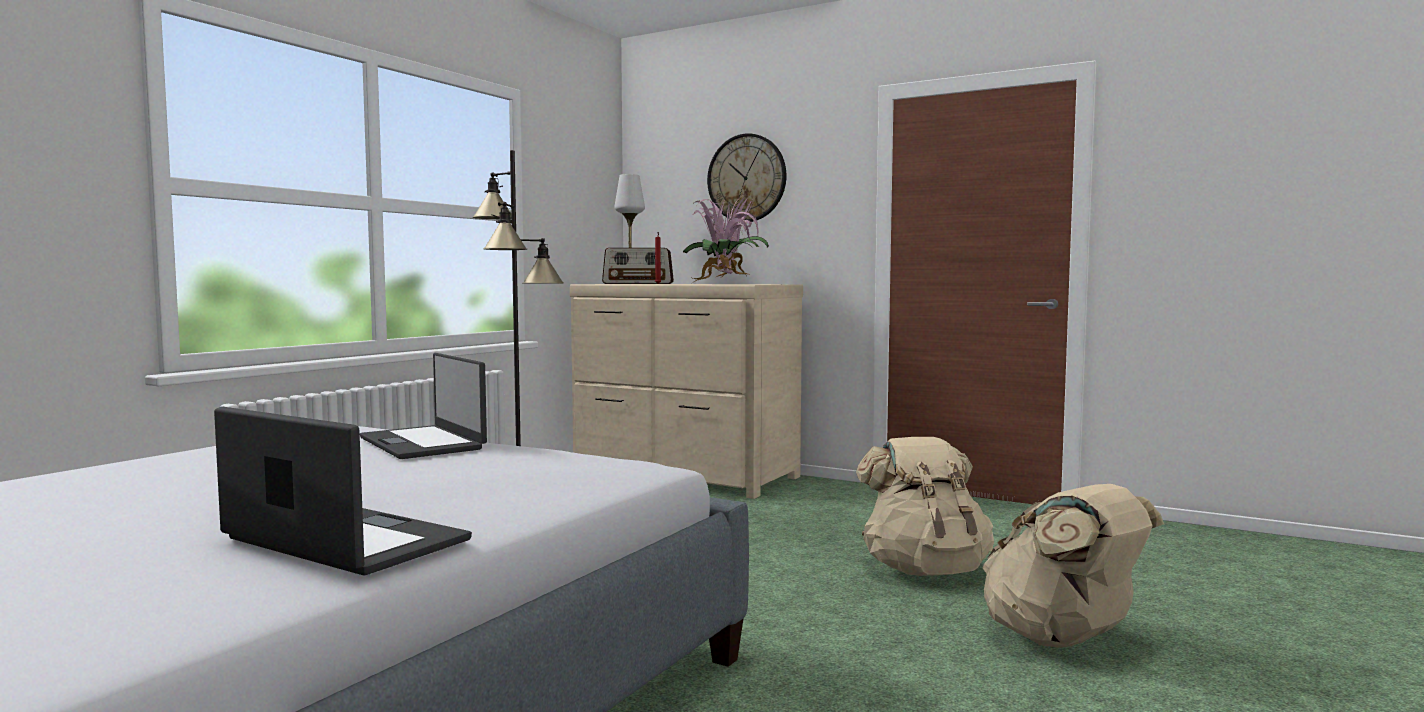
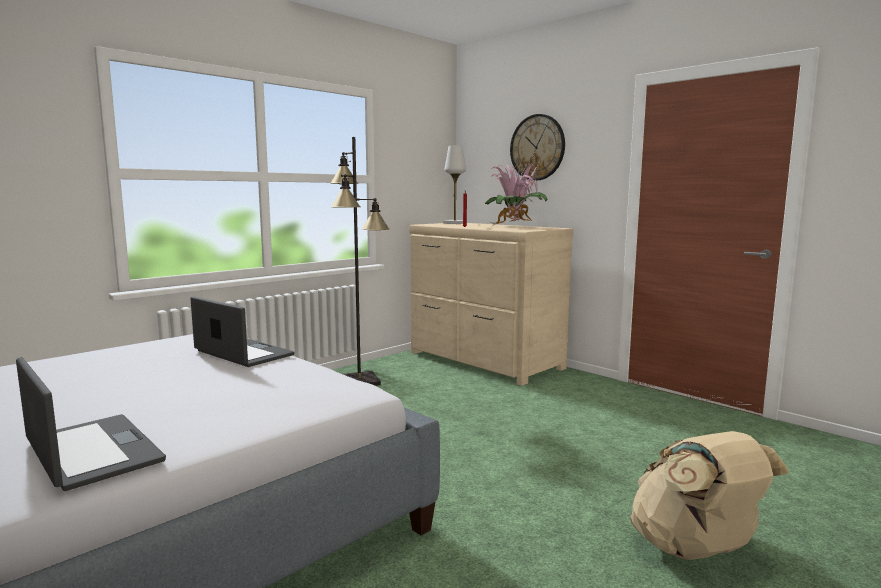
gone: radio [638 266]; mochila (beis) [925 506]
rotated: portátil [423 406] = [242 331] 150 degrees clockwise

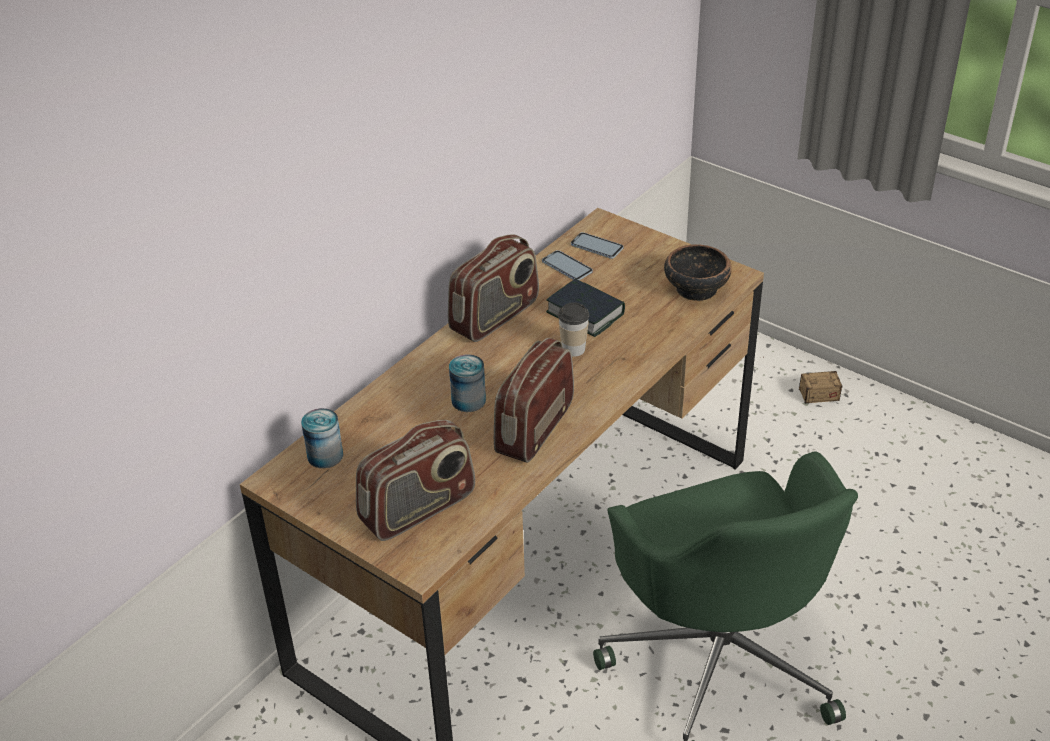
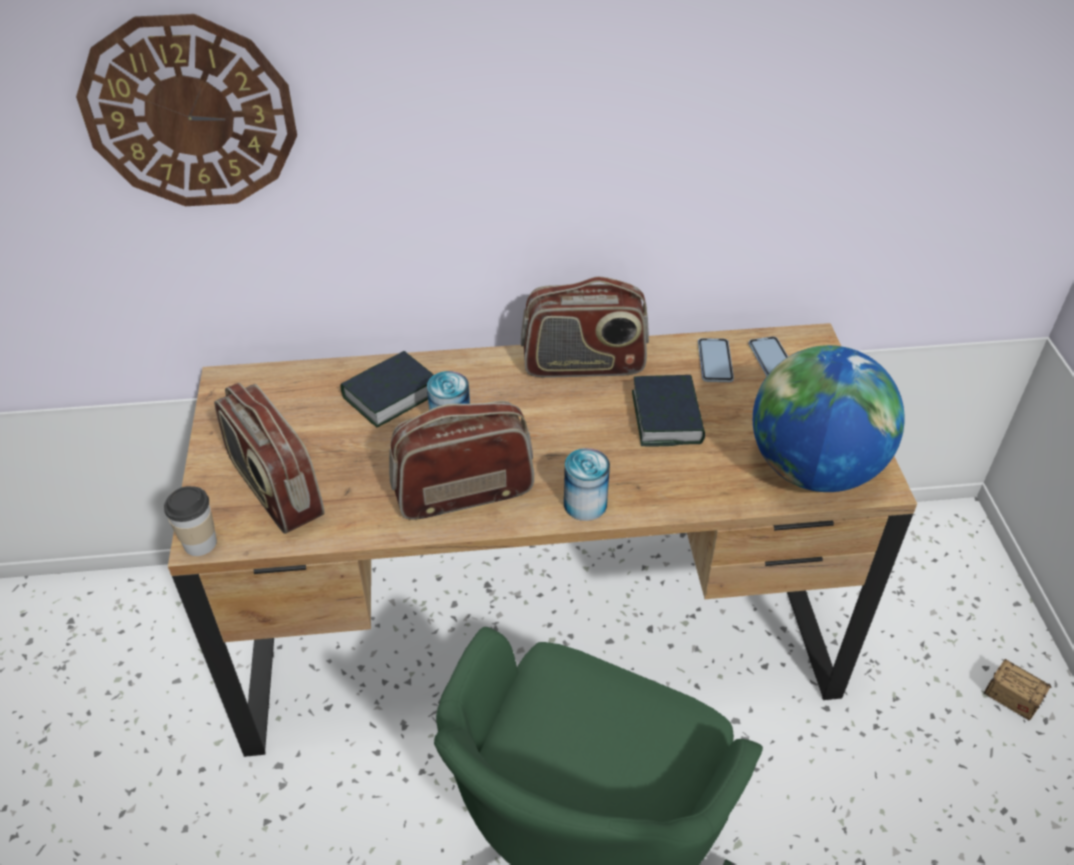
new: reloj de pared [186 110]; libro [387 389]
shifted: lata [322 438] to [587 484]; taza [573 329] to [190 521]
swapped: cuenco [698 272] to globo terráqueo [829 418]
rotated: radio [415 480] = [269 458] 45 degrees clockwise

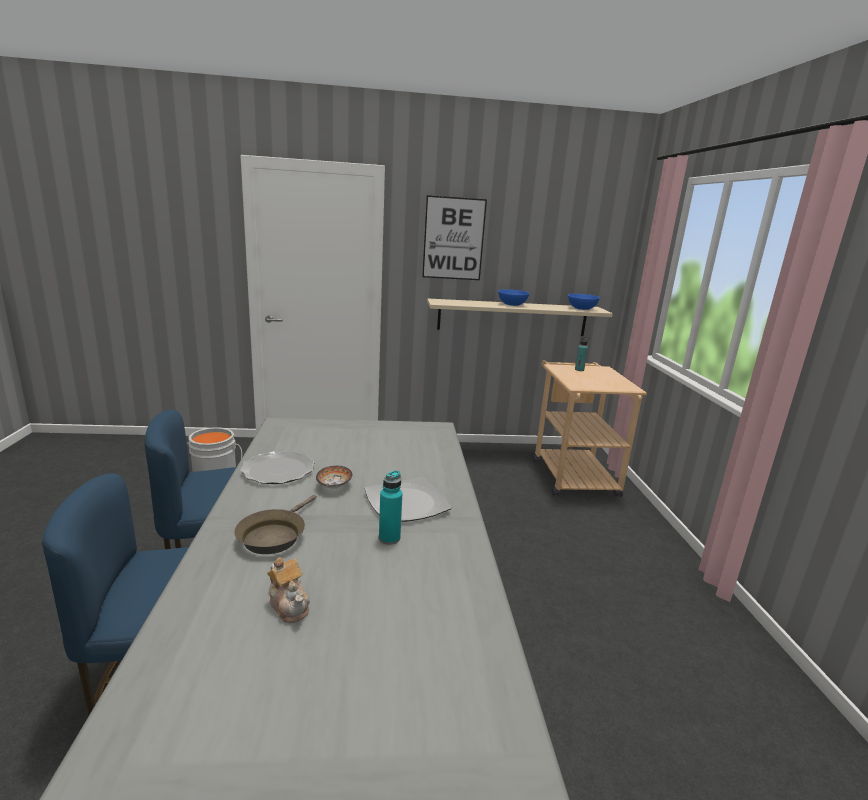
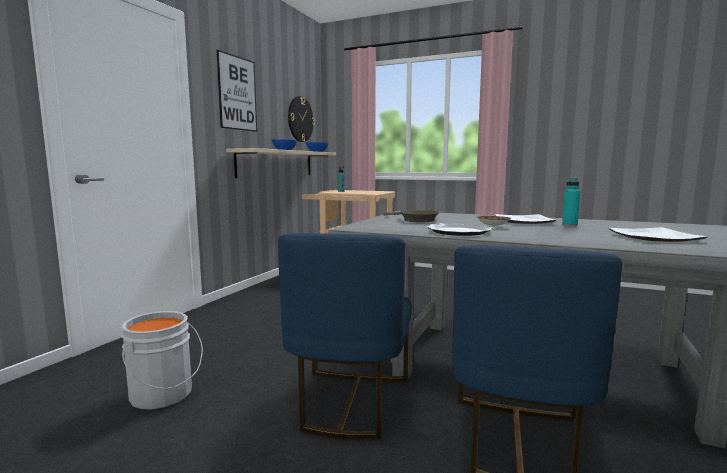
new: reloj de pared [301 119]
shifted: sartén (marrón) [275 524] to [411 216]
swapped: tetera [288 590] to plato [658 234]

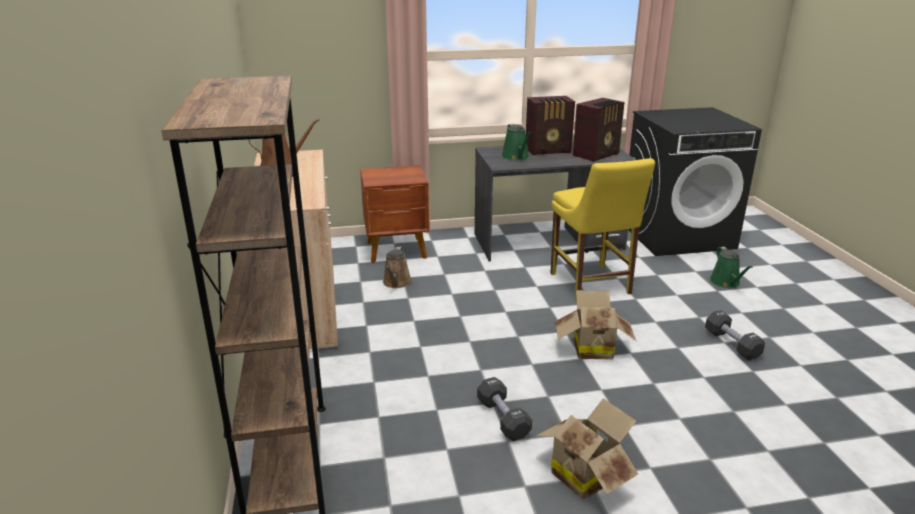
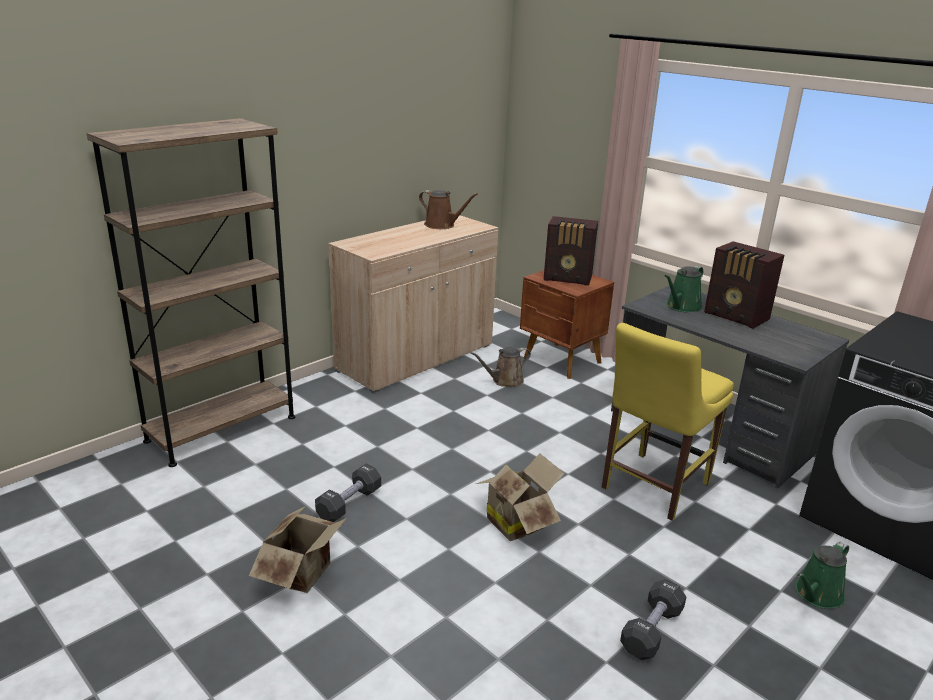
shifted: radio [599 130] to [571 251]

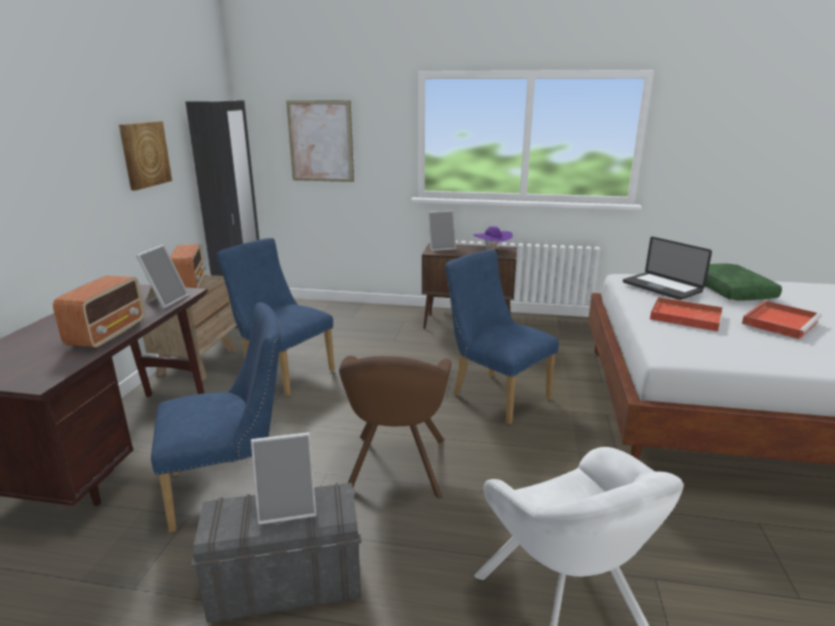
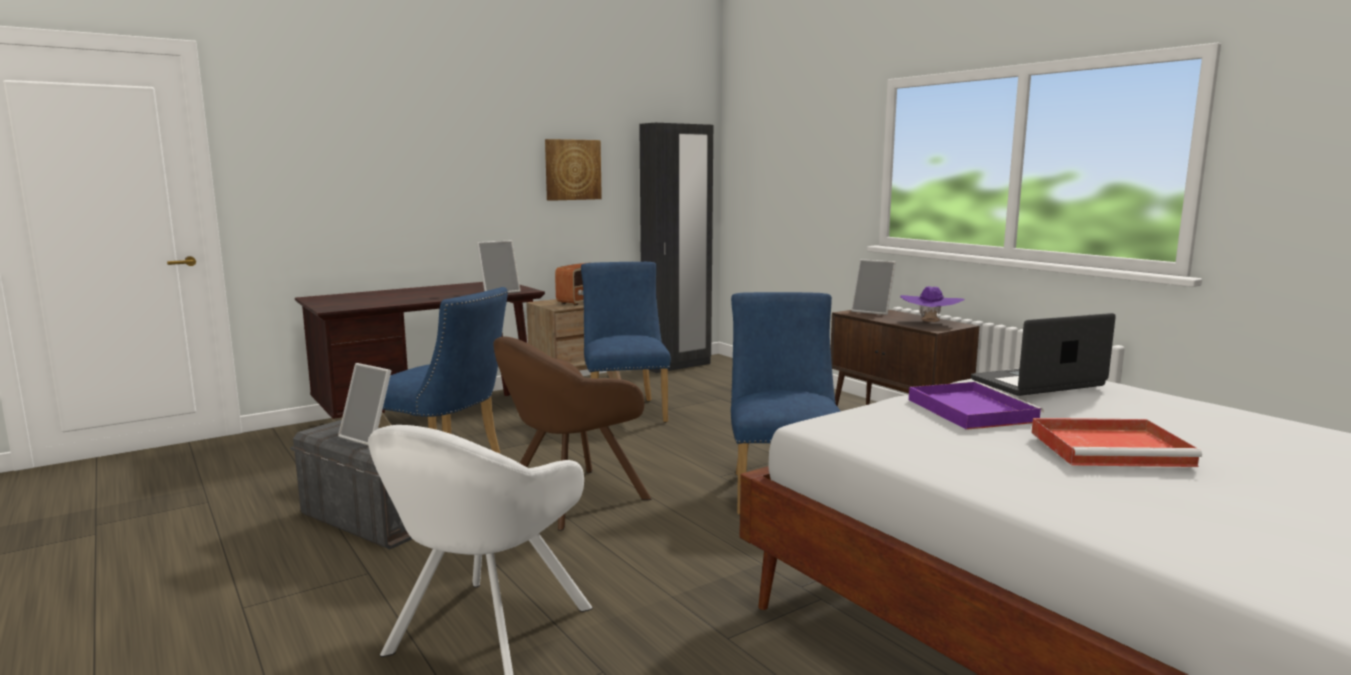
gone: radio [99 312]; cuadro [320 141]; cojín (verde) [743 282]
repainted: bandeja (rojo) [686 314] to bandeja (morado) [976 405]
rotated: portátil [667 268] = [1043 354] 60 degrees clockwise

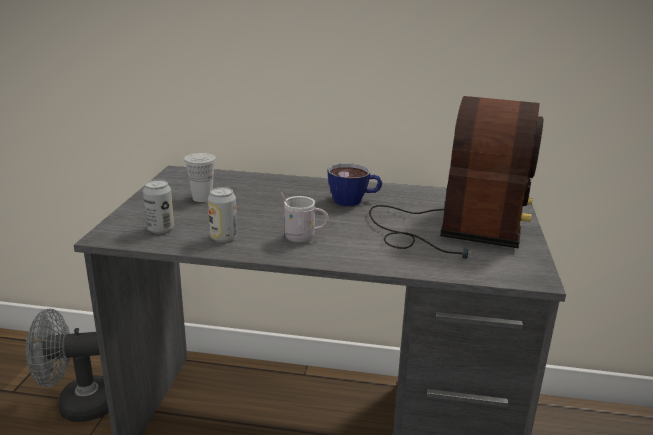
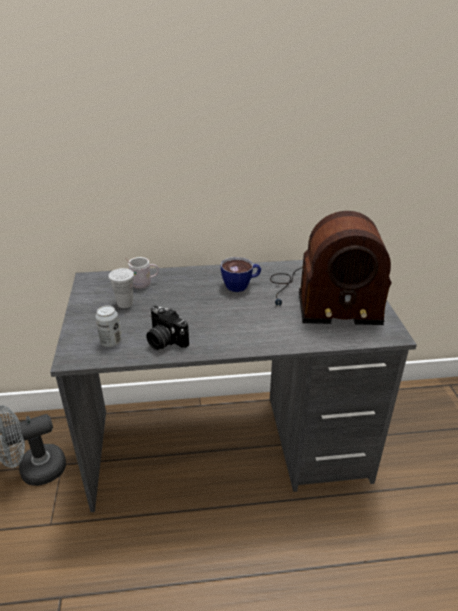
shifted: taza grande (blanco) [305 217] to [142 273]
swapped: lata [222 214] to cámara [167 327]
rotated: radio [456 177] = [331 268] 90 degrees clockwise

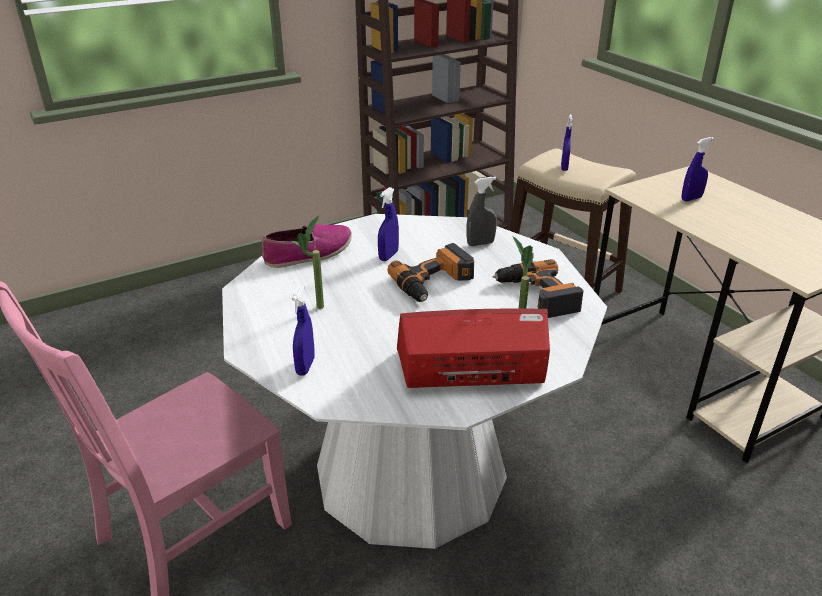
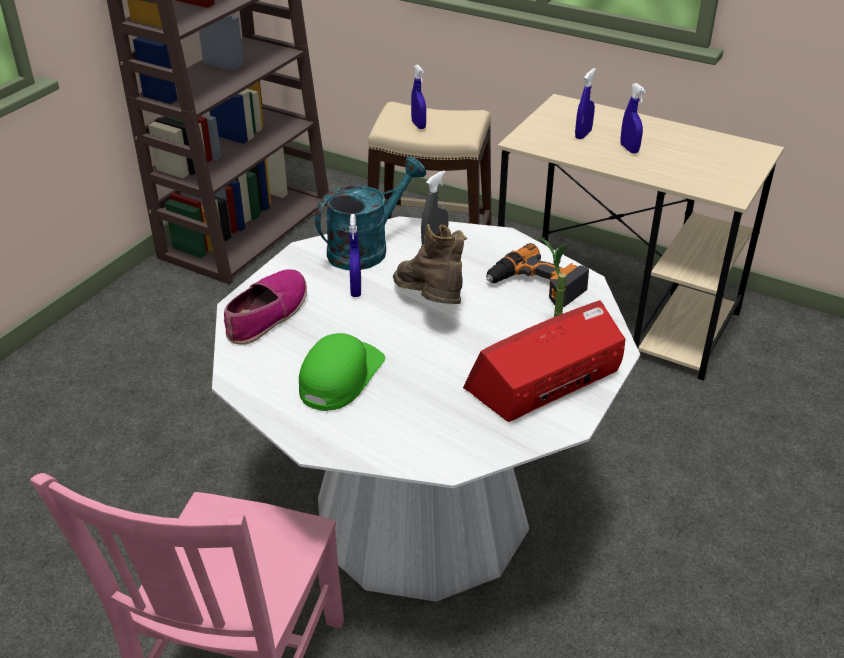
new: regadera (turquesa) [370 213]
shifted: pulverizador (azul) [303 331] to [633 118]
swapped: planta en maceta [308 262] to gorra (verde) [342 372]; taladro [430 272] to bota (marrón) [430 264]

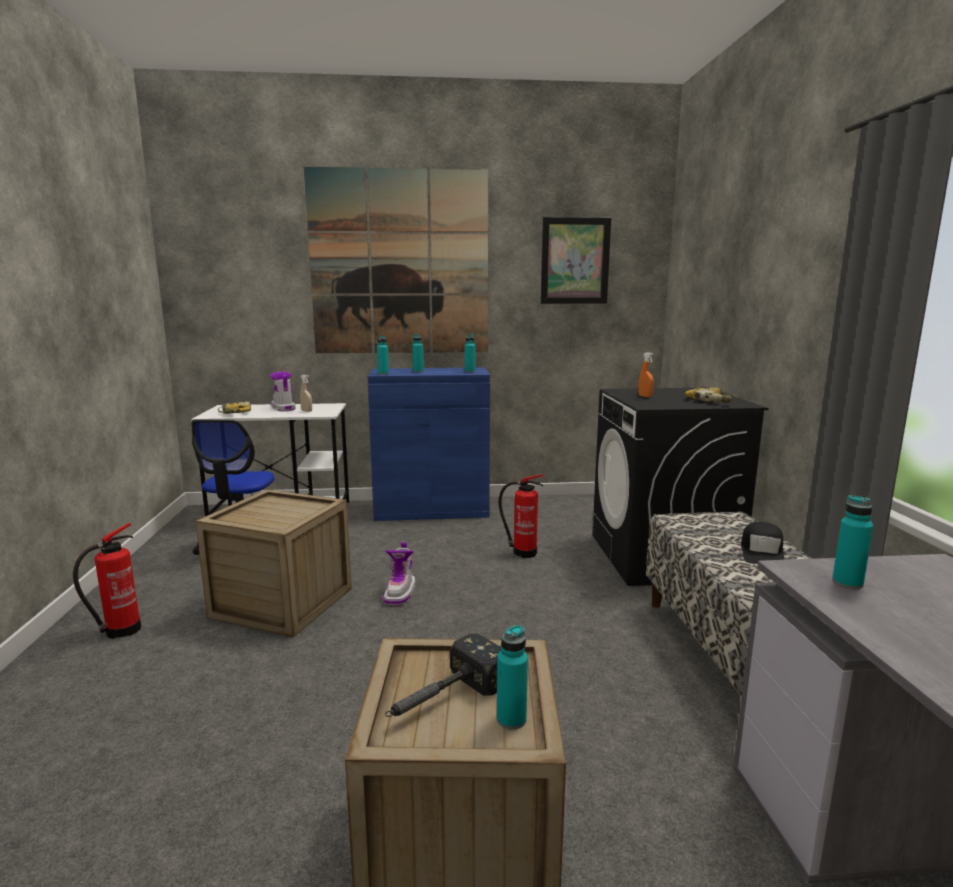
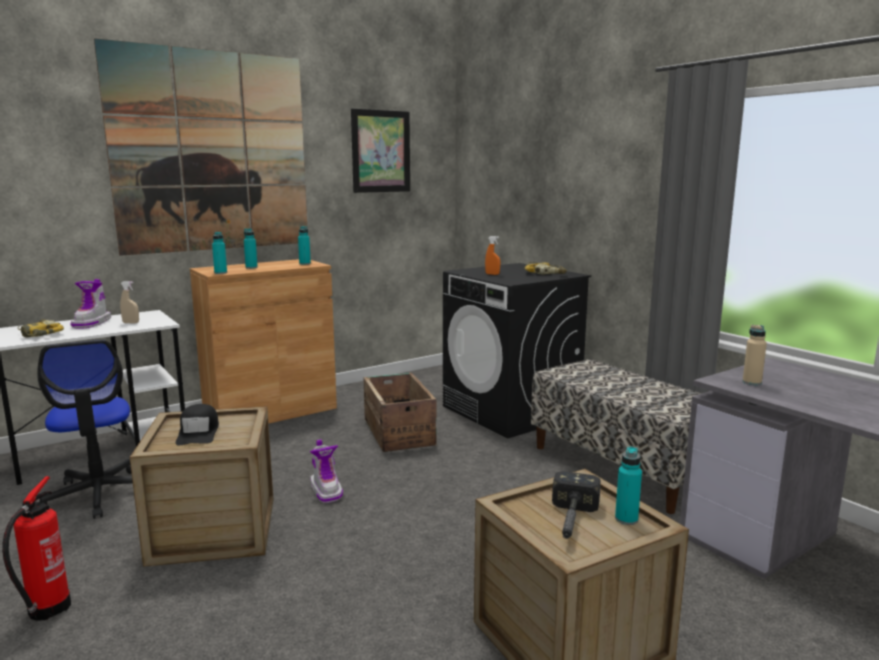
shifted: gorra (negro) [763 543] to [197 425]
swapped: extintor [520 516] to caja de embalaje [400 412]
repainted: armario (azul) [428 444] to armario (marrón) [263 341]; botella (turquesa) [853 542] to botella (beis) [754 355]
rotated: bota [282 391] = [90 303] 120 degrees counterclockwise

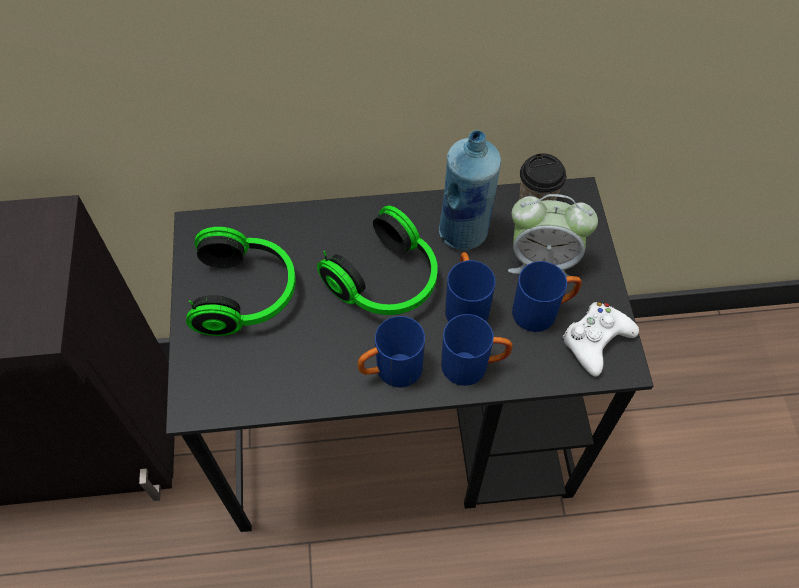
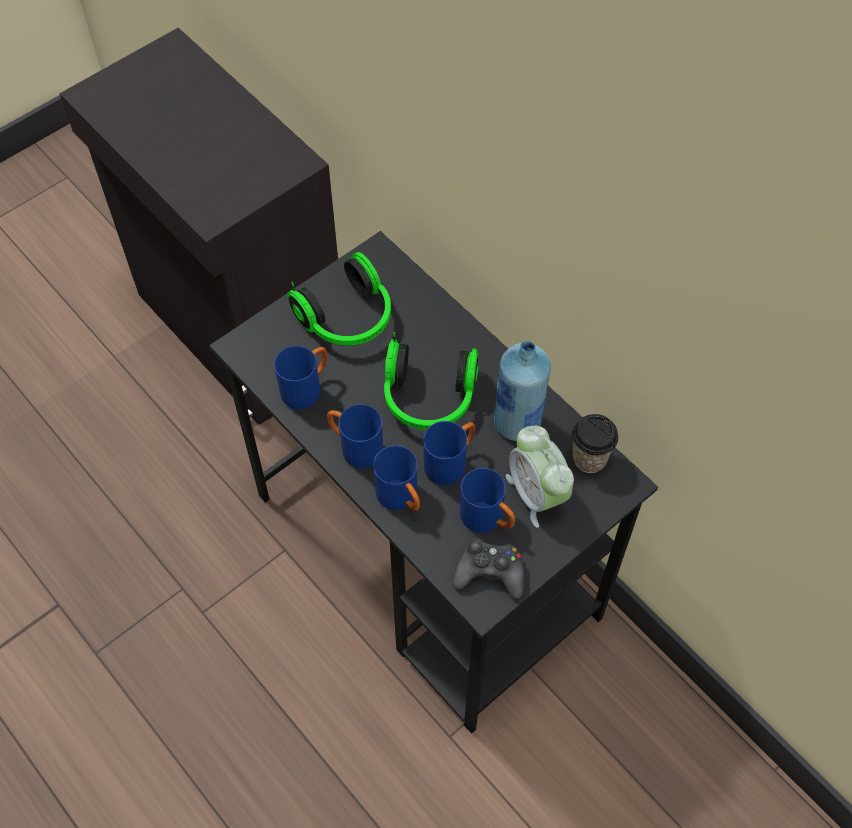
new: taza grande (azul) [300 377]
repainted: mando de consola (blanco) [600 339] to mando de consola (negro) [488 569]

